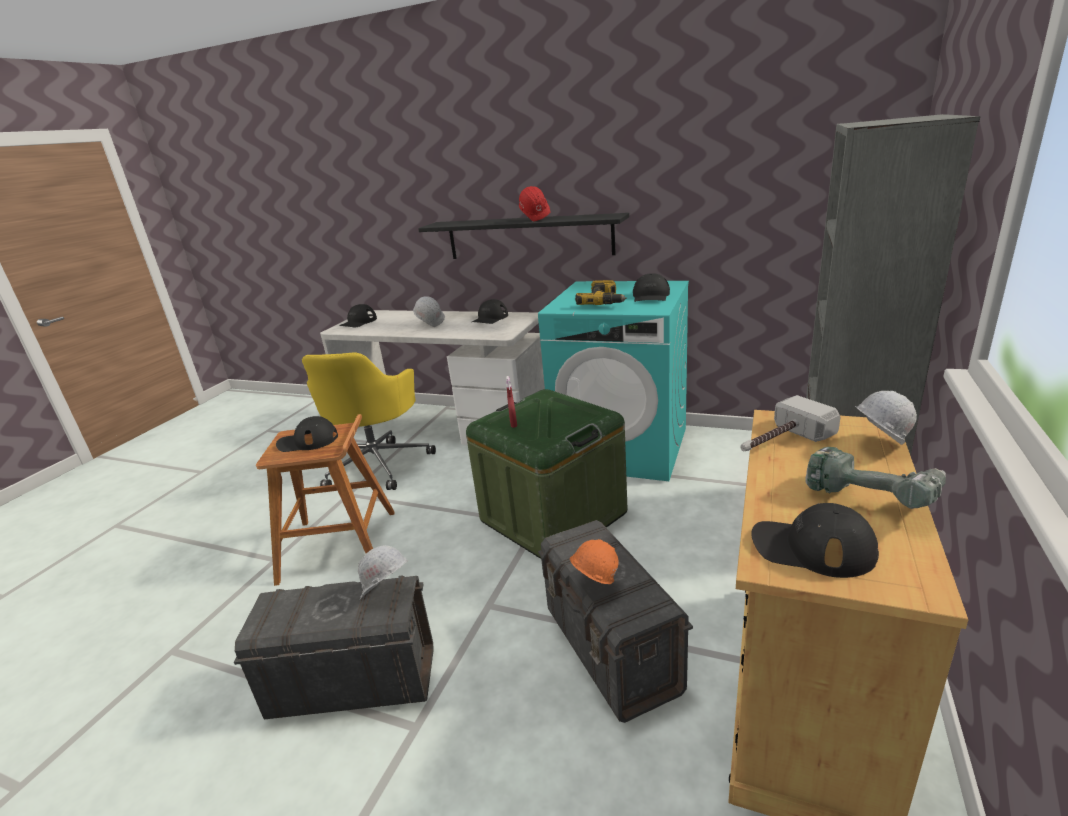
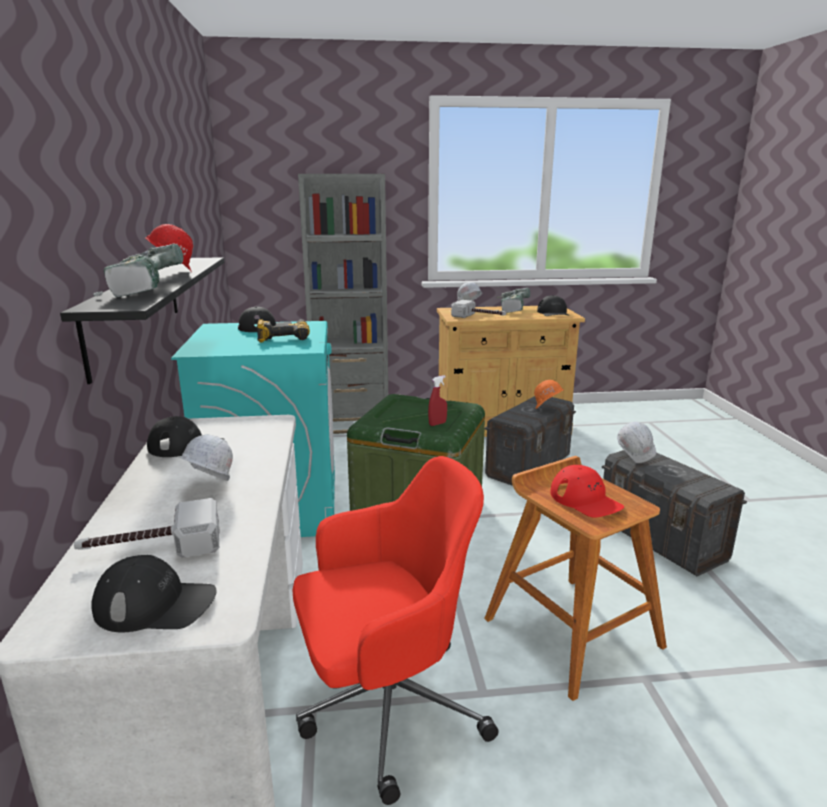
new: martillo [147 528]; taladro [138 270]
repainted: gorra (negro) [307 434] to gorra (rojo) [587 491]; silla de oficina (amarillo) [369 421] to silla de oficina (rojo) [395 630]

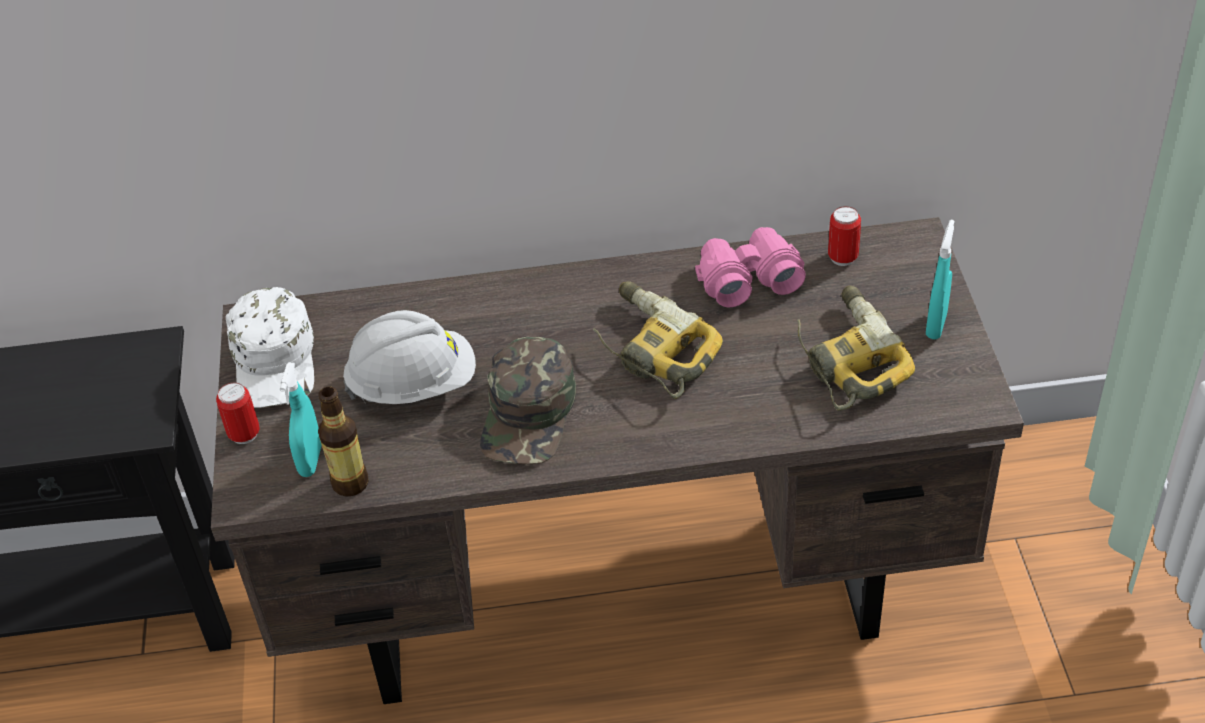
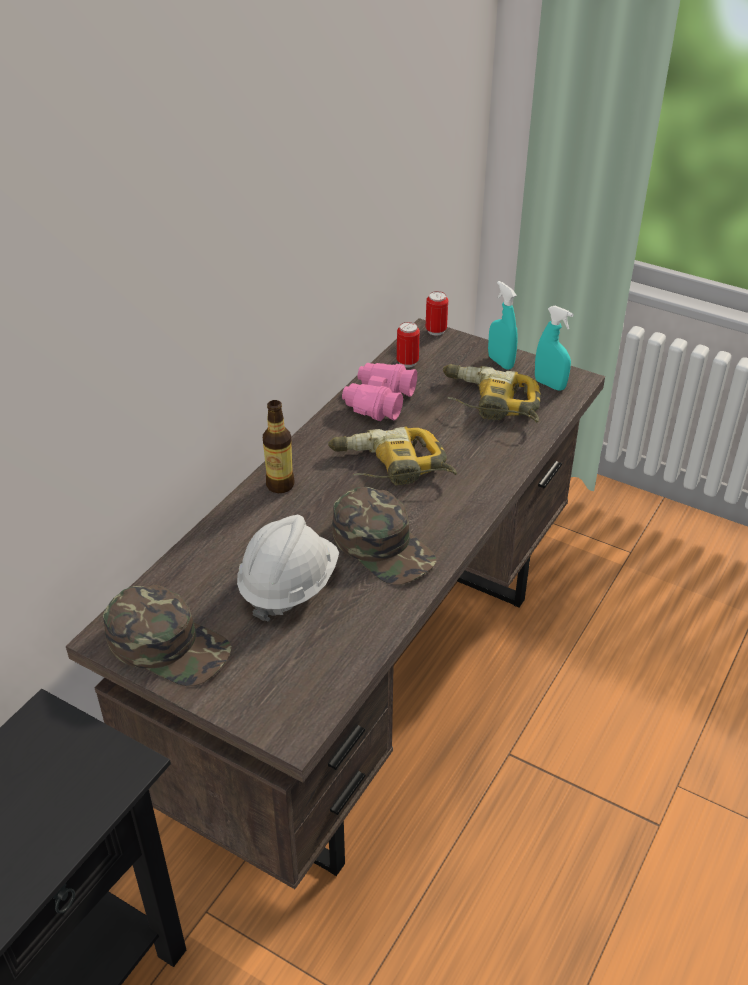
shifted: lata [238 413] to [437 313]; pulverizador (turquesa) [301 420] to [554 348]; botella [343 442] to [279 446]
repainted: gorra (blanco) [270 347] to gorra (verde) [167 635]

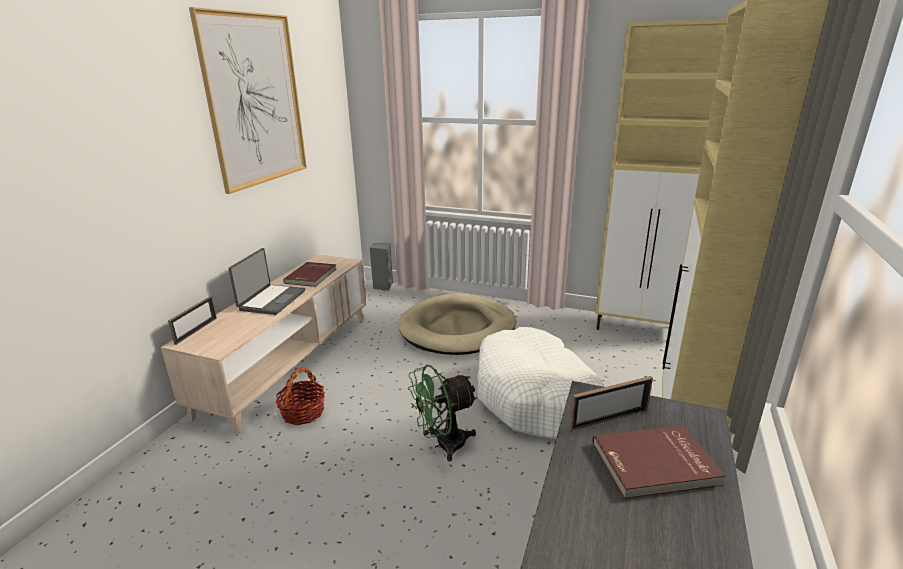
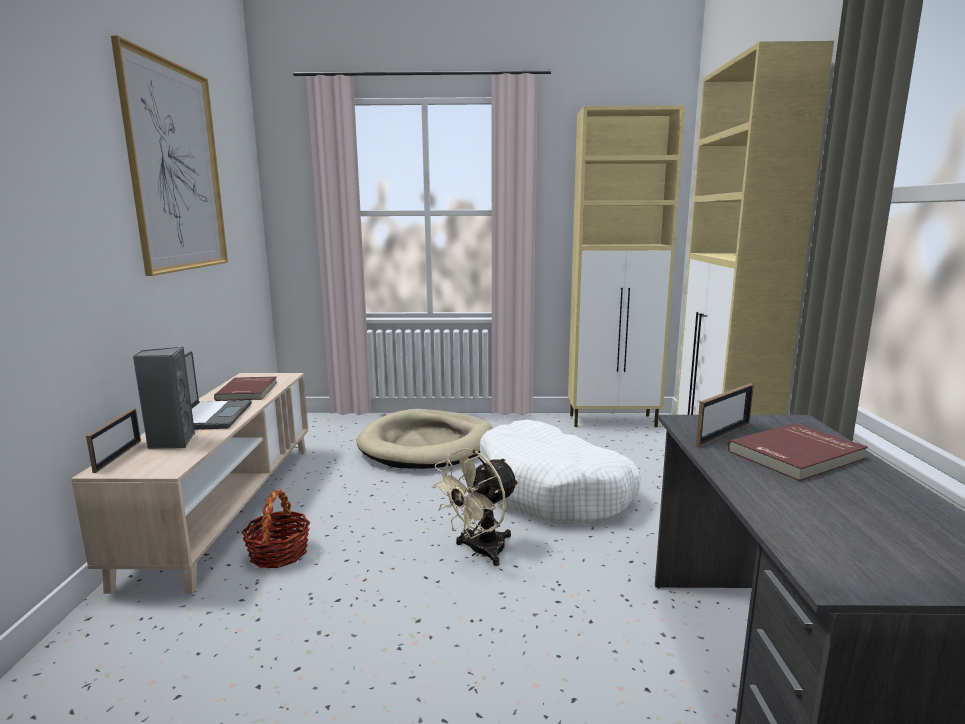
shifted: altavoz (gris) [381 267] to [164 398]
repainted: ventilador (verde) [443 413] to ventilador (beis) [475 507]

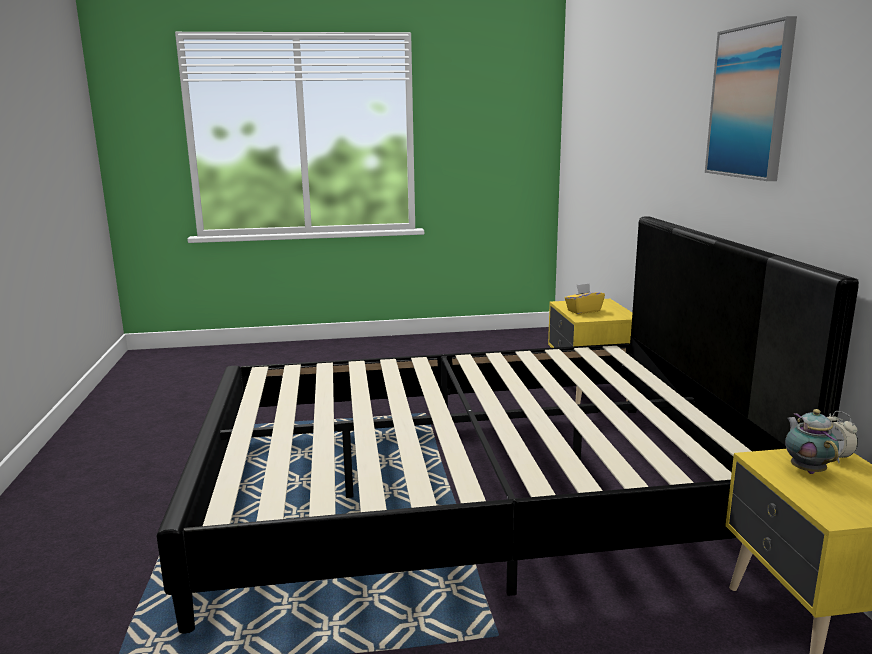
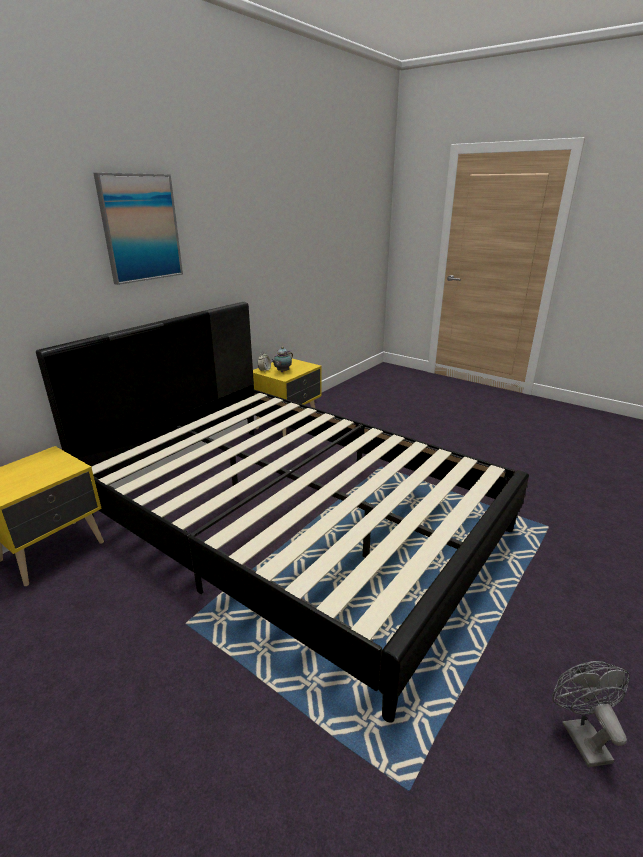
gone: caja de pañuelos (amarillo) [585 298]
new: ventilador (gris) [591 714]

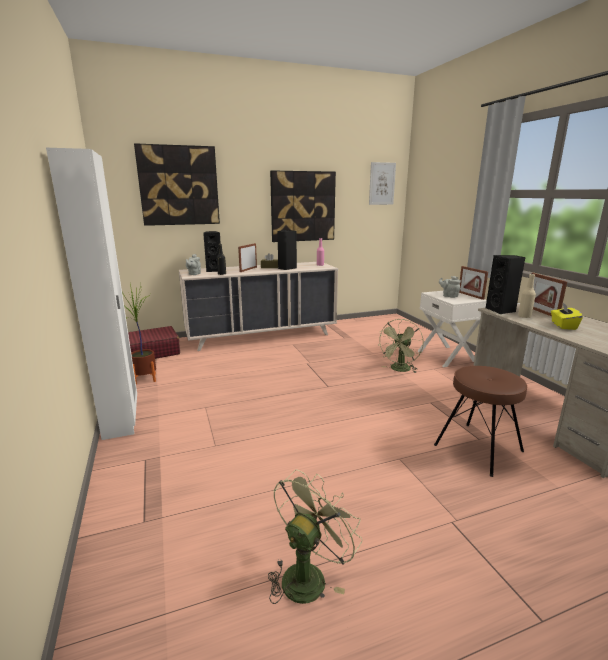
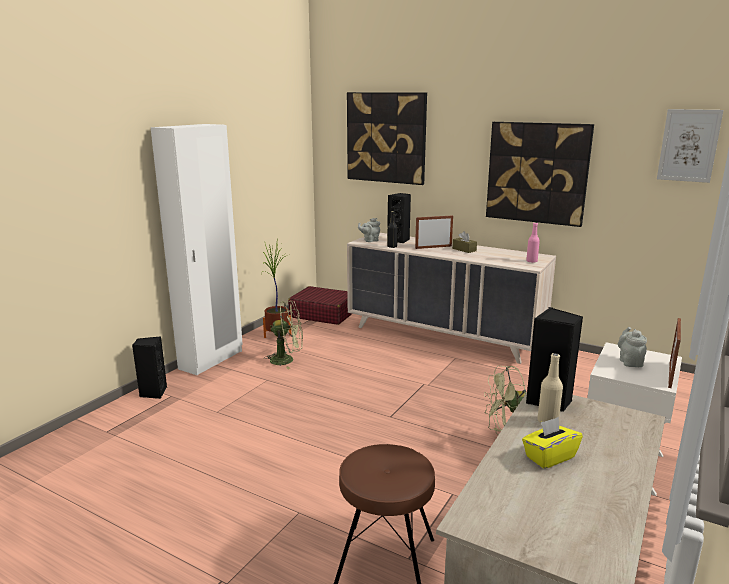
gone: portarretratos [549 294]
shifted: ventilador (verde) [315 536] to [283 335]; altavoz (negro) [287 250] to [149 367]

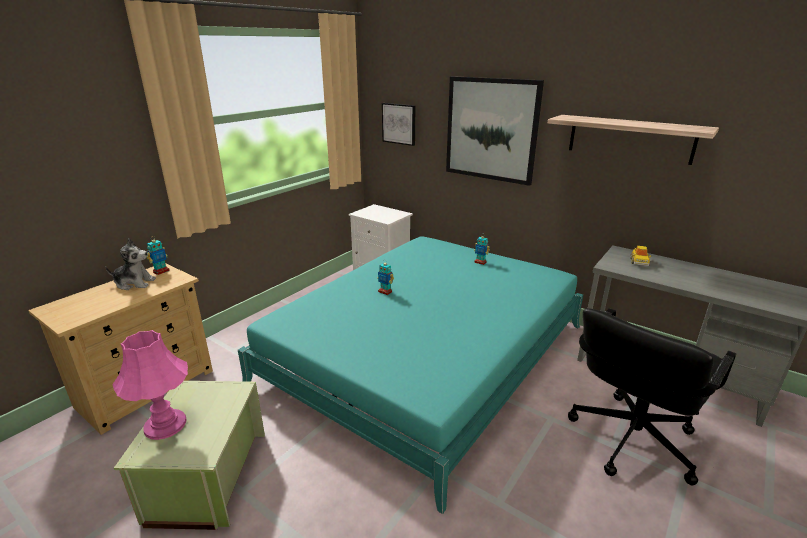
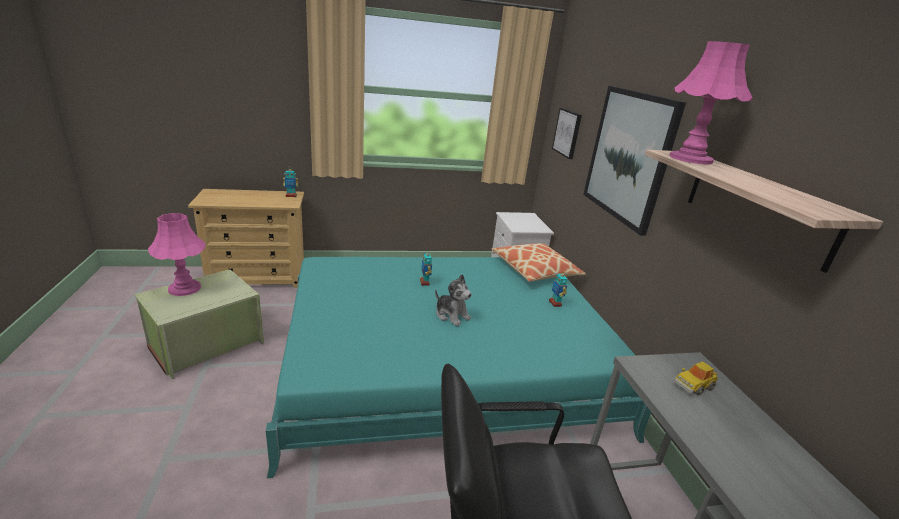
new: cojín [538 262]; lámpara de mesa (rosa) [711 102]
shifted: peluche [130 264] to [453 300]

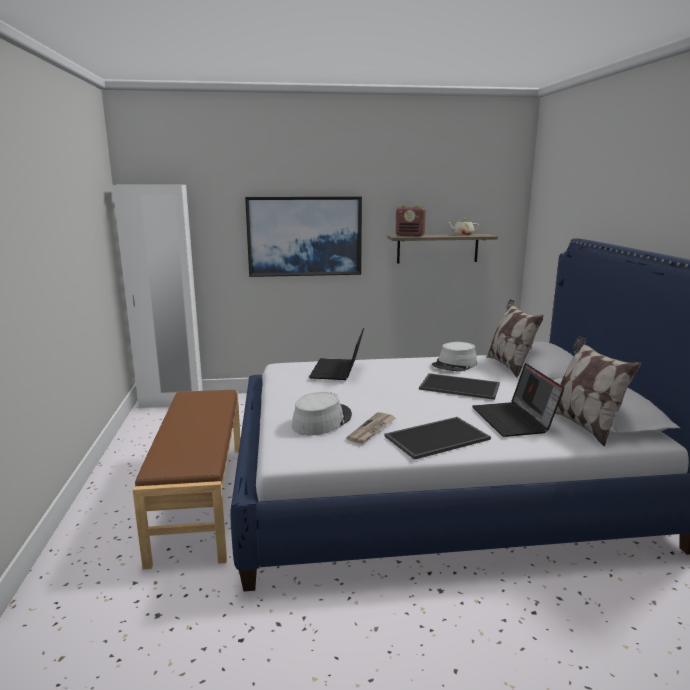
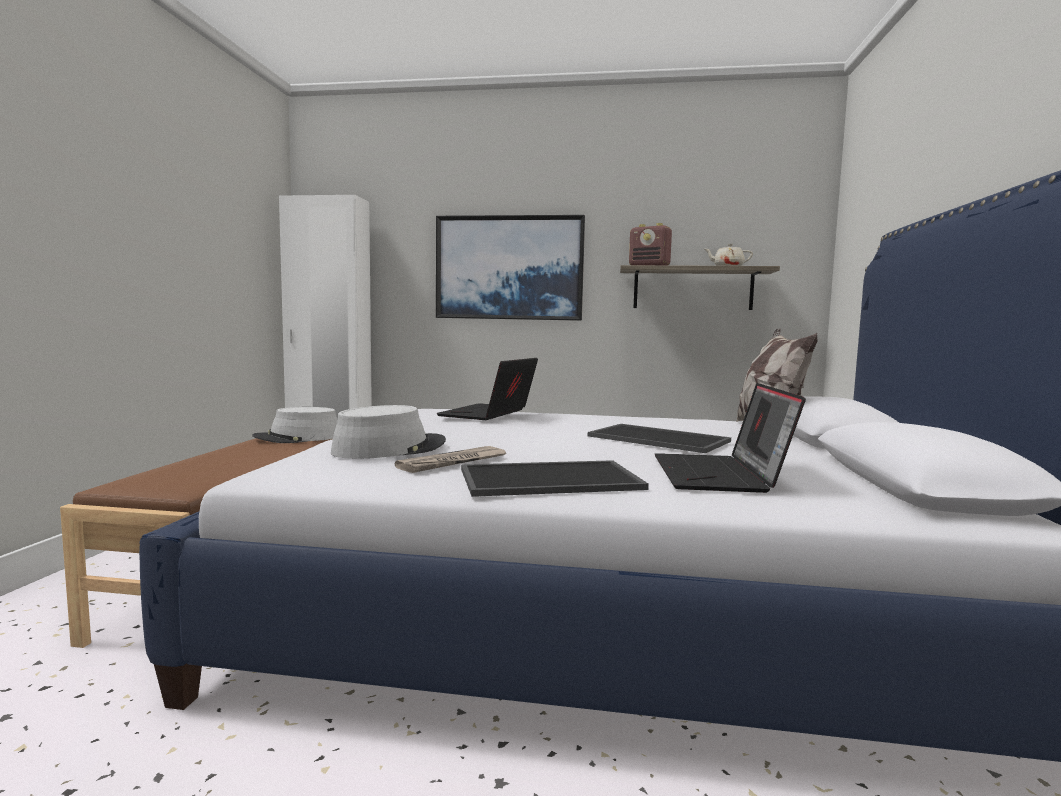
gone: cojín [598 391]
shifted: sombrero (gris) [454 357] to [294 425]

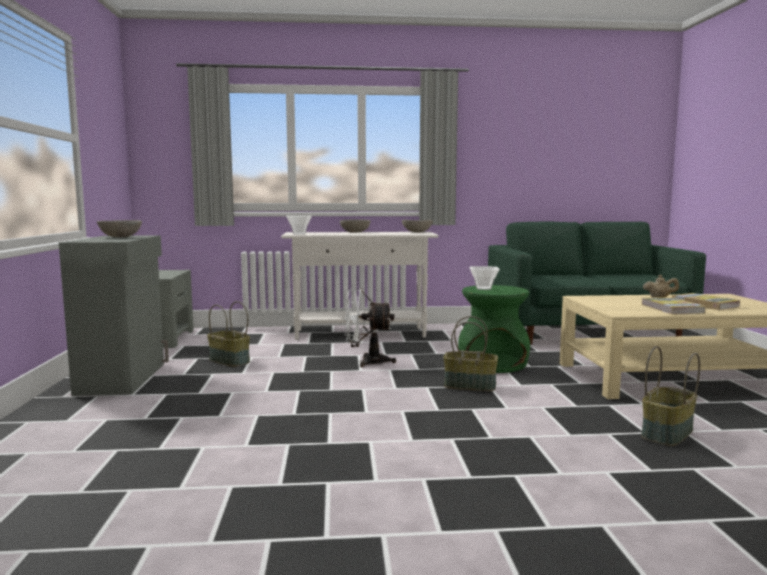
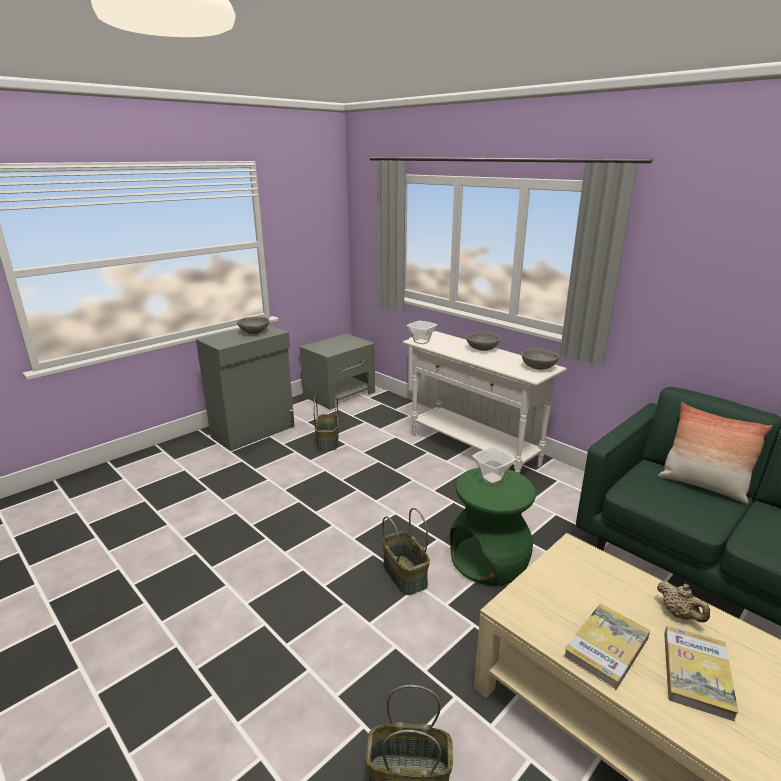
gone: ventilador (blanco) [370 327]
new: cojín [715 453]

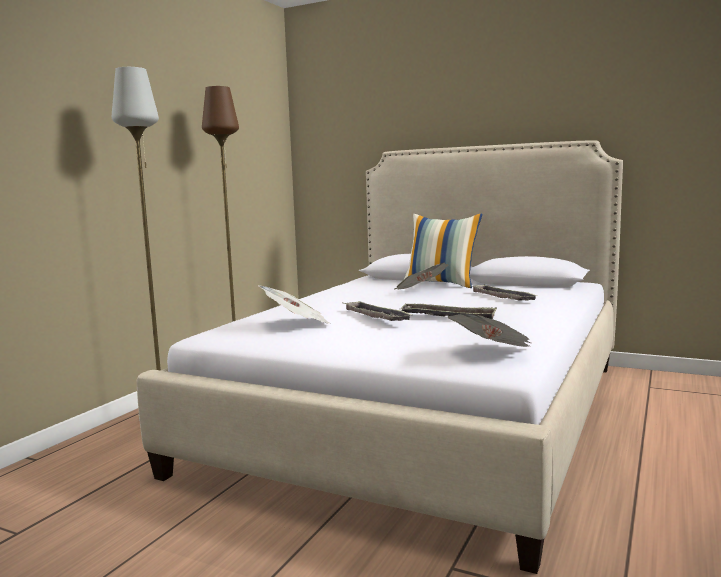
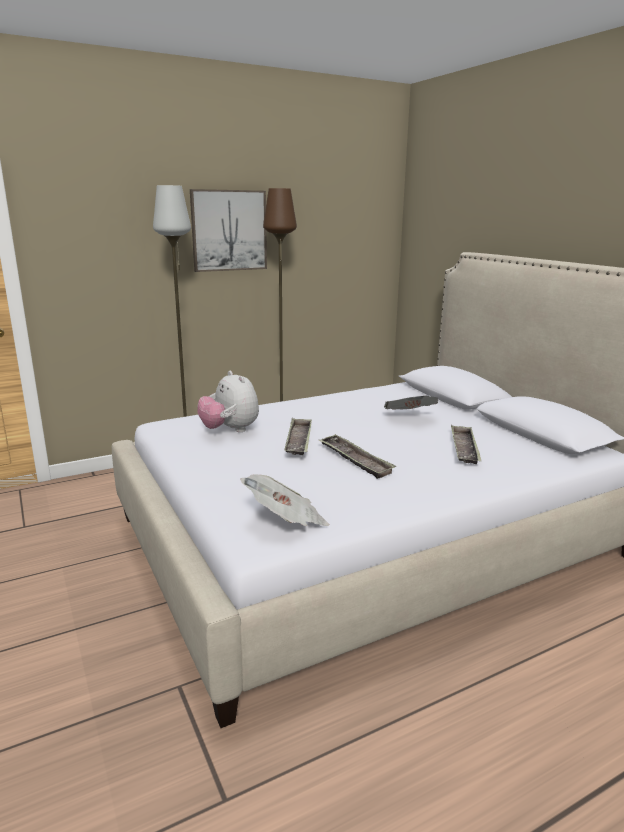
gone: cojín [443 251]
new: cuadro [228 230]
swapped: periódico [294 304] to peluche [228 401]

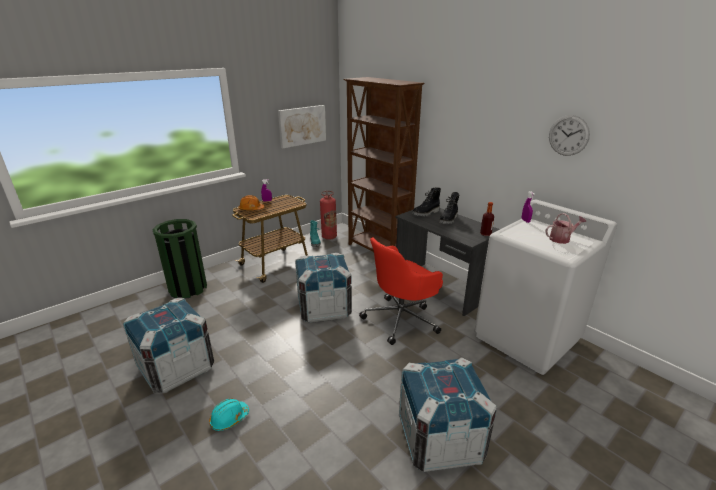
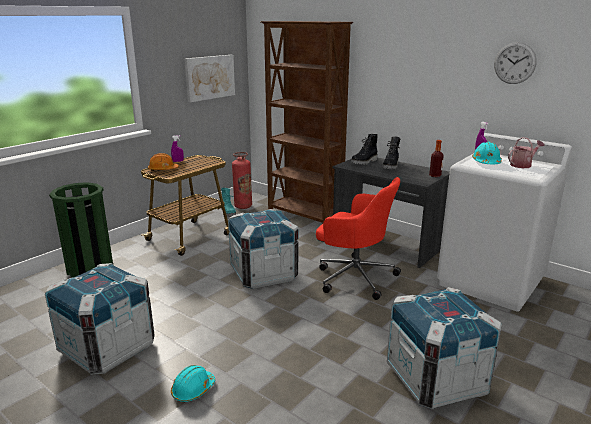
new: casco (turquesa) [487 153]
rotated: silla de oficina (rojo) [401 291] = [358 238] 105 degrees counterclockwise

